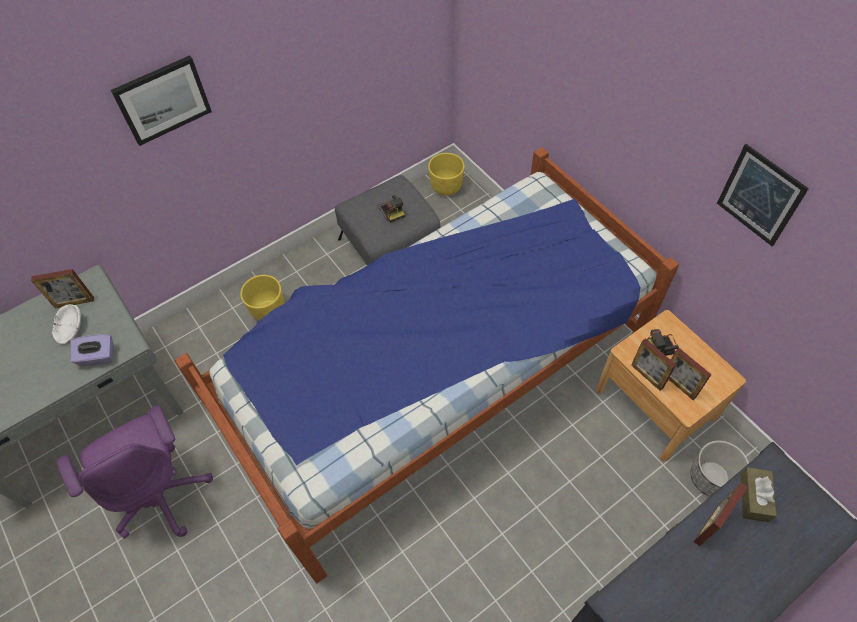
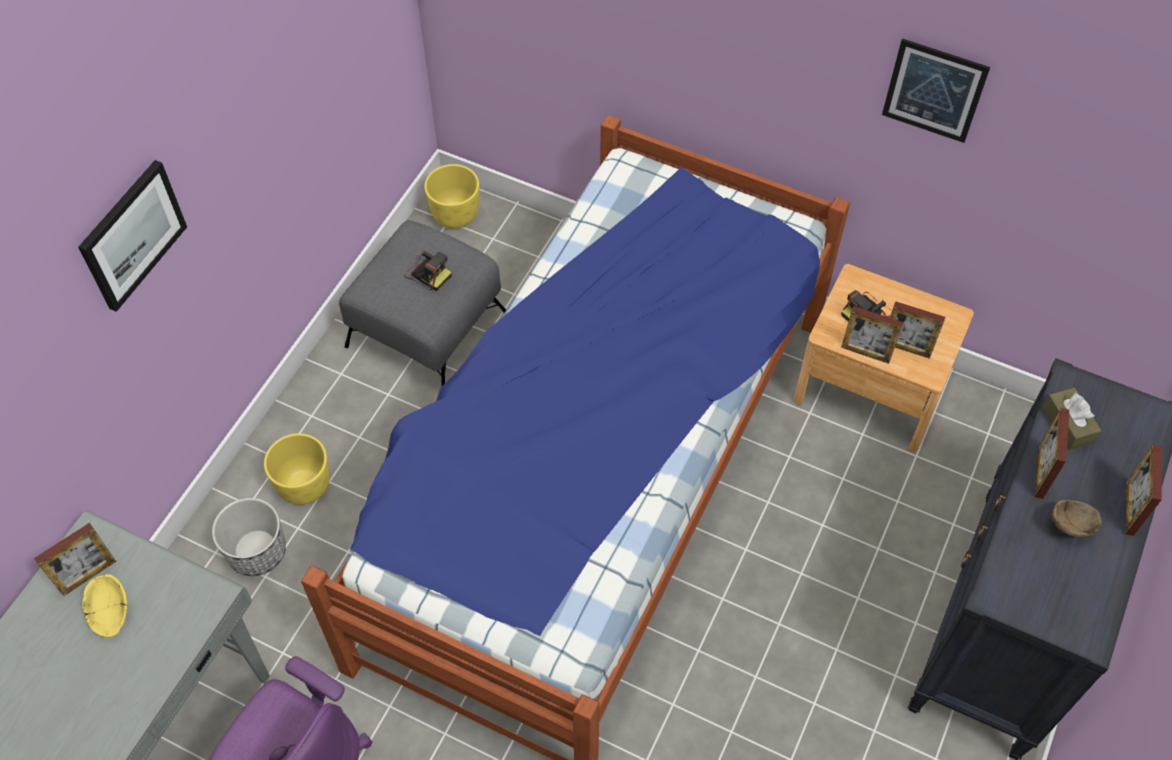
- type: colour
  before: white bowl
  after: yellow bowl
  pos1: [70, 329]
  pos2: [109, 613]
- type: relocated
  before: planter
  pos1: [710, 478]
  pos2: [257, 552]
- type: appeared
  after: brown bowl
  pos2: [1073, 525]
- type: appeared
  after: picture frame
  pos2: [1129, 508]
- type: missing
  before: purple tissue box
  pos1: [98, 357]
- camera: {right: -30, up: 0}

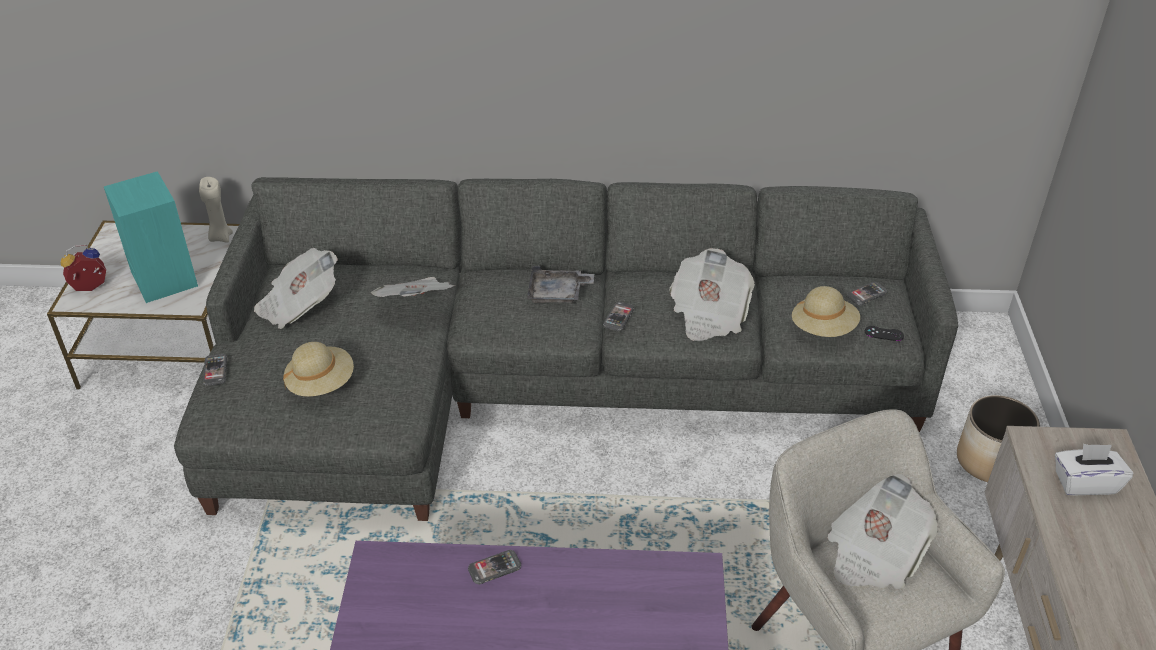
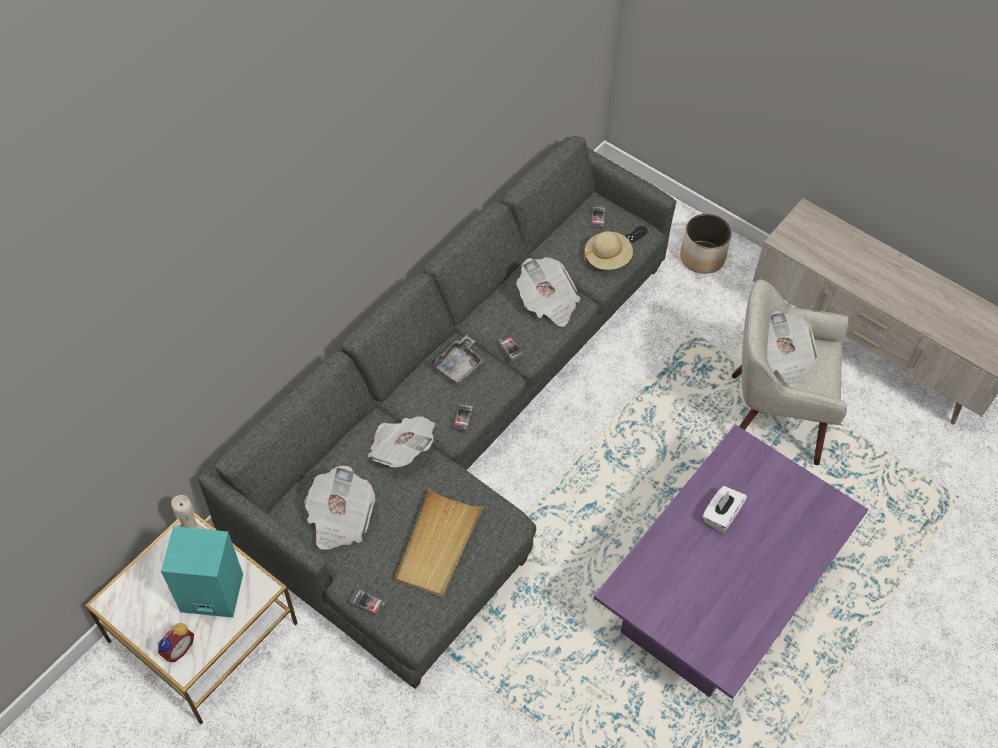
- type: spun
  before: alarm clock
  pos1: [90, 288]
  pos2: [177, 648]
  turn: -150
- type: exchanged
  before: beige hat
  after: beige tray
  pos1: [321, 383]
  pos2: [438, 545]
- type: relocated
  before: phone
  pos1: [494, 568]
  pos2: [463, 417]
- type: relocated
  before: white tissue box
  pos1: [1085, 483]
  pos2: [721, 515]
- camera: {right: -55, up: 15}

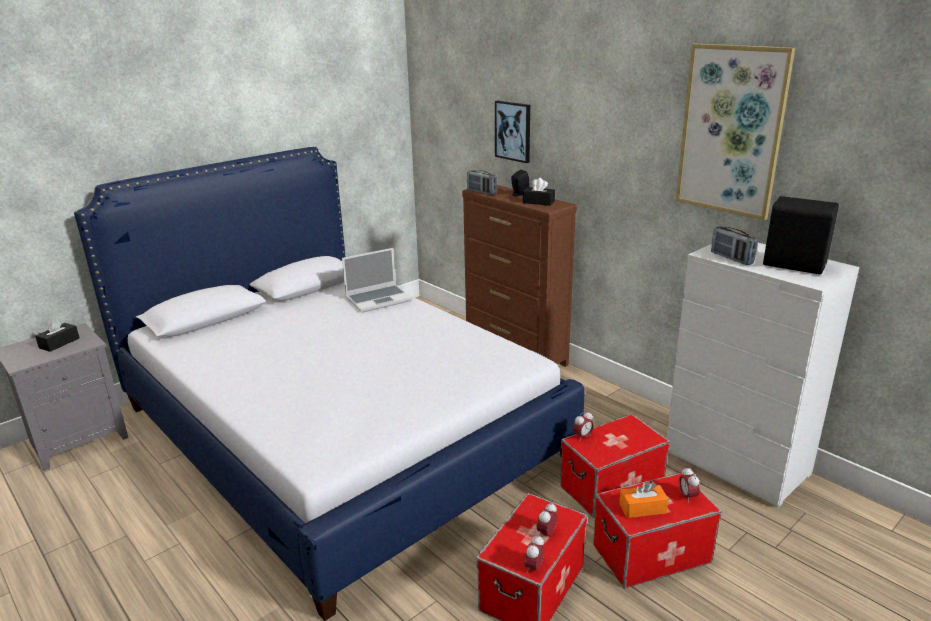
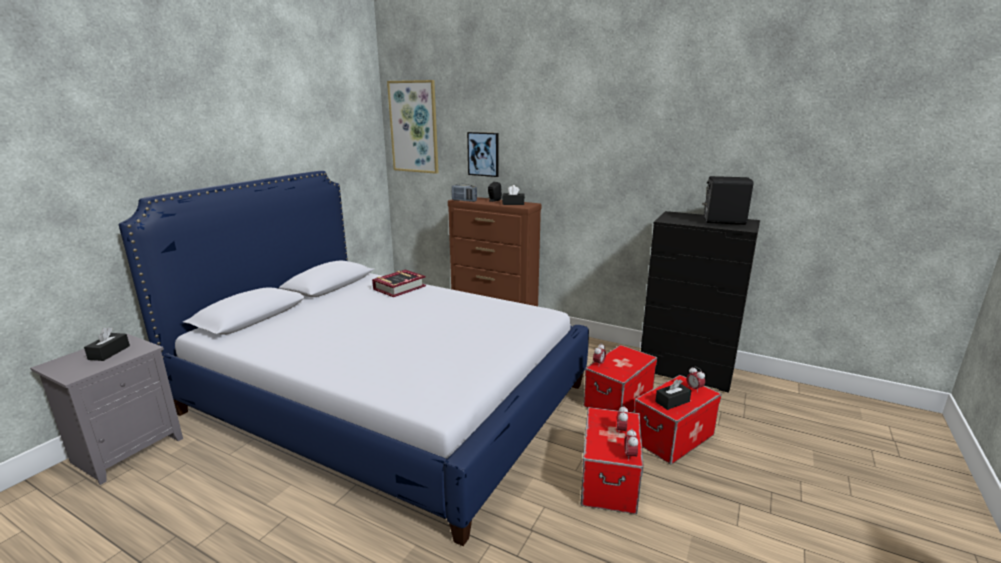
- type: exchanged
  before: laptop
  after: book
  pos1: [379, 299]
  pos2: [399, 288]
- type: relocated
  before: picture
  pos1: [731, 131]
  pos2: [414, 127]
- type: colour
  before: white dresser
  after: black dresser
  pos1: [736, 464]
  pos2: [686, 371]
- type: colour
  before: orange tissue box
  after: black tissue box
  pos1: [642, 508]
  pos2: [672, 401]
- type: missing
  before: radio
  pos1: [731, 258]
- camera: {right: -20, up: -5}

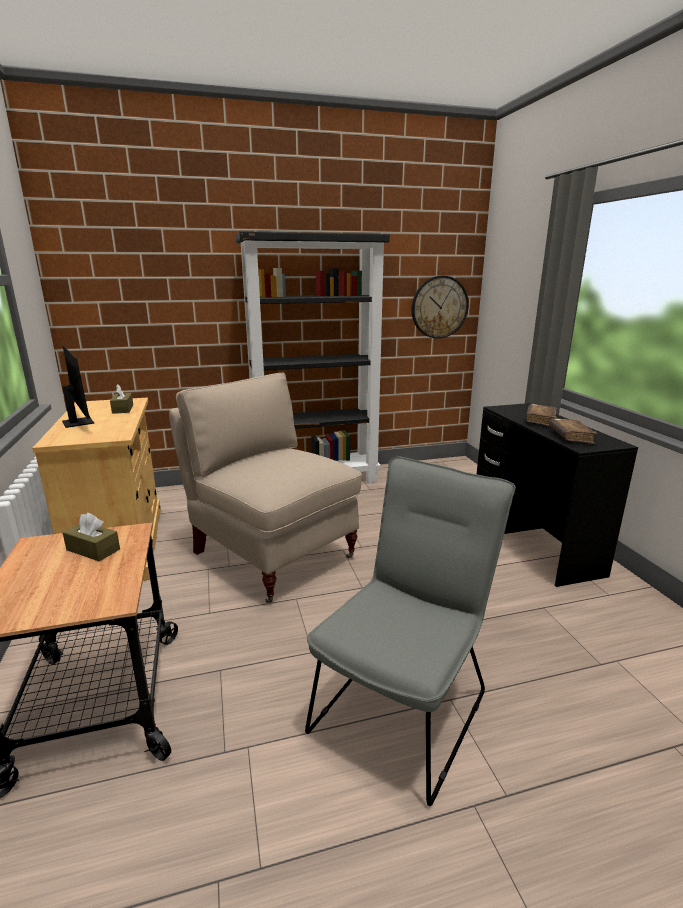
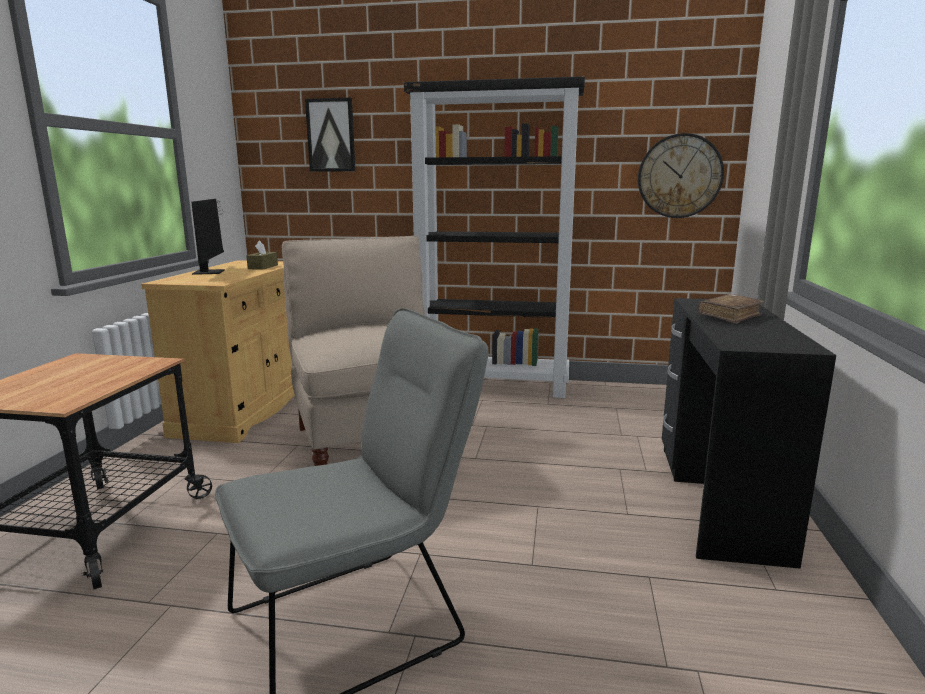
- type: appeared
  after: picture
  pos2: [331, 135]
- type: missing
  before: brown tissue box
  pos1: [93, 550]
- type: missing
  before: brown book
  pos1: [570, 437]
- camera: {right: 25, up: -5}

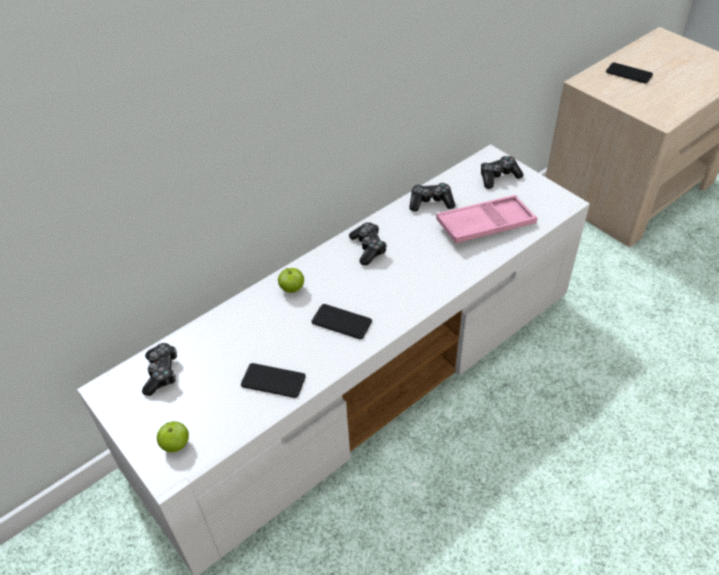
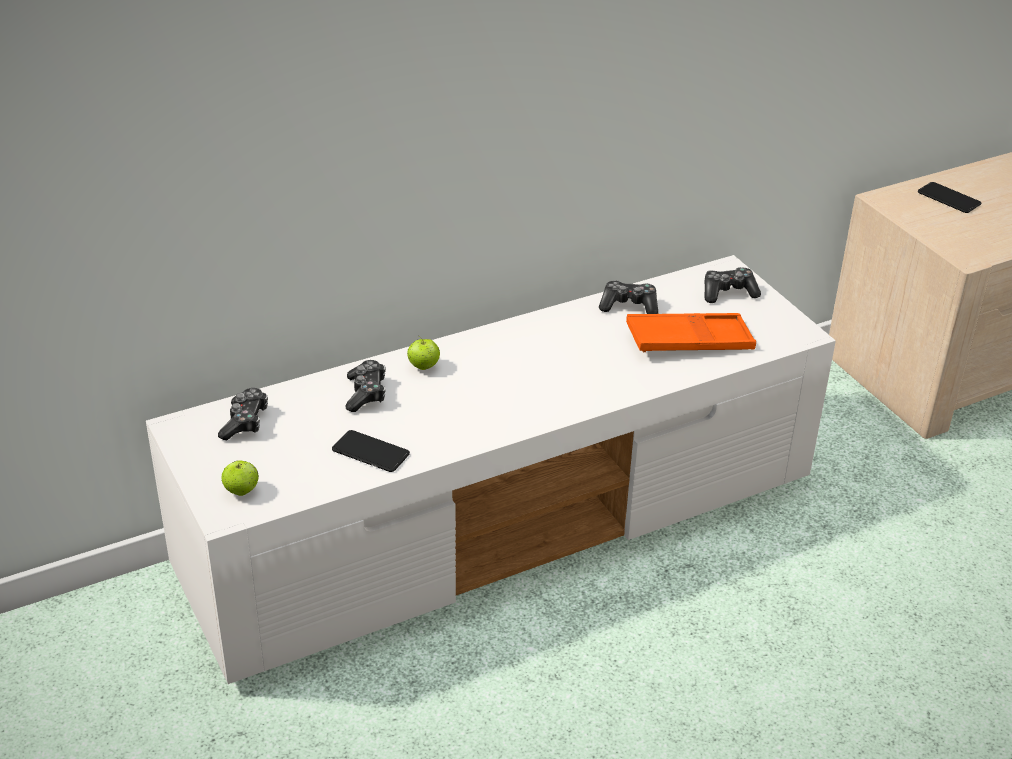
- type: relocated
  before: game controller
  pos1: [368, 248]
  pos2: [366, 393]
- type: colour
  before: pink tray
  after: orange tray
  pos1: [485, 224]
  pos2: [689, 341]
- type: missing
  before: phone
  pos1: [341, 322]
- camera: {right: 10, up: -10}

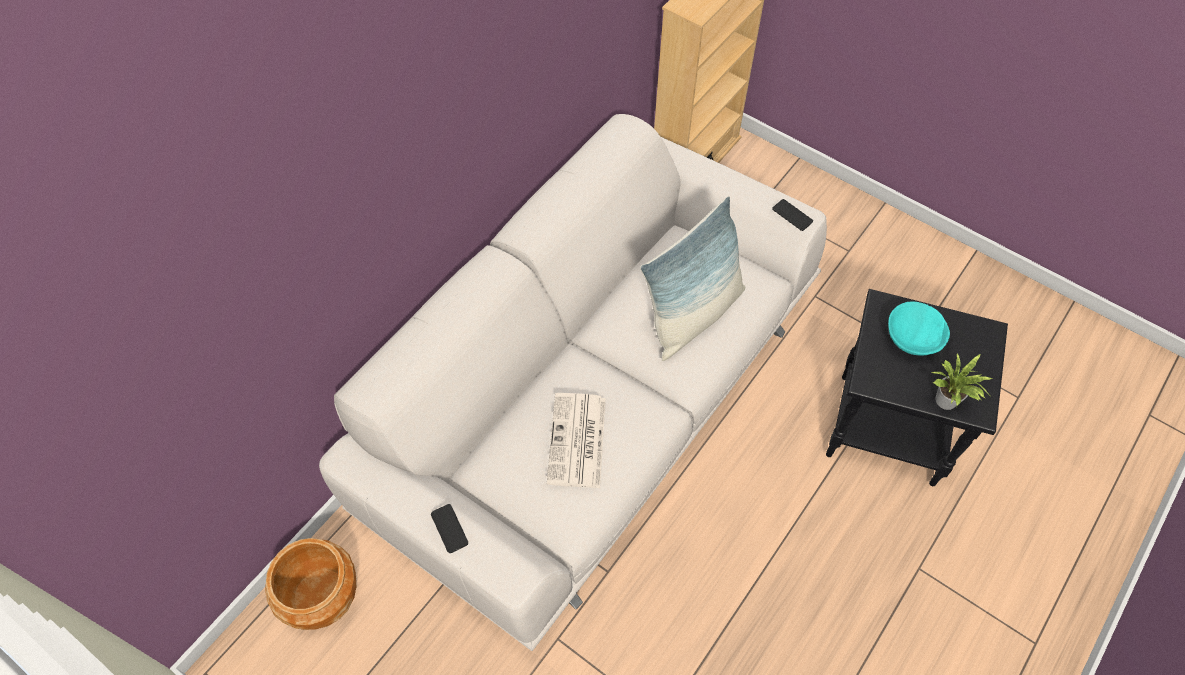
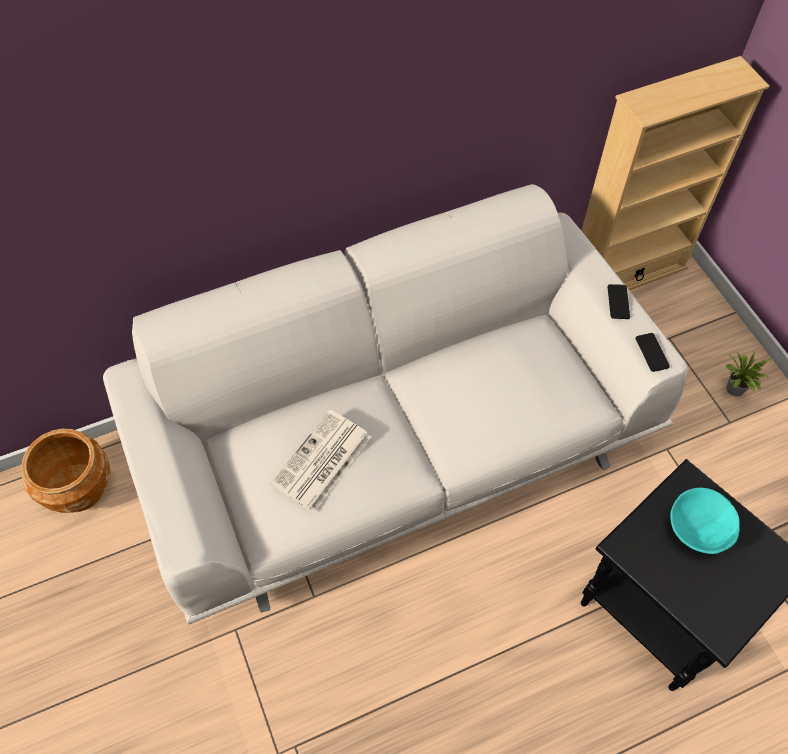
- type: relocated
  before: phone
  pos1: [449, 528]
  pos2: [618, 302]
- type: relocated
  before: potted plant
  pos1: [947, 403]
  pos2: [734, 391]
- type: missing
  before: pillow
  pos1: [693, 315]
- camera: {right: 30, up: 0}

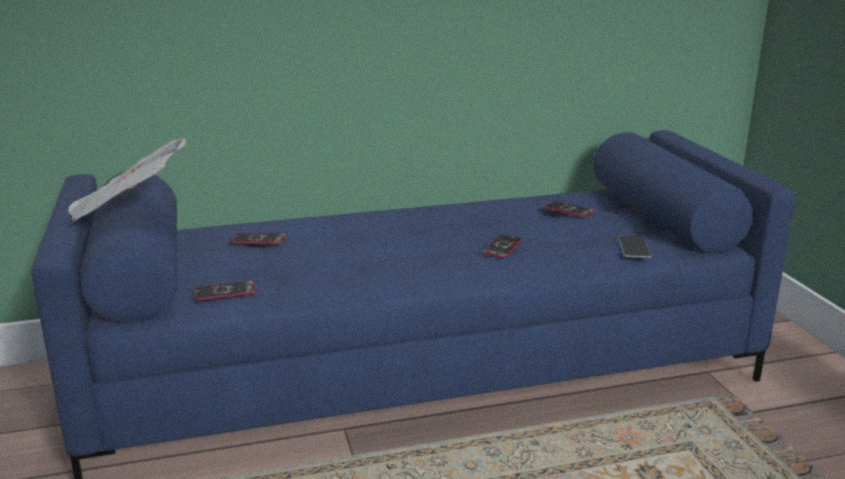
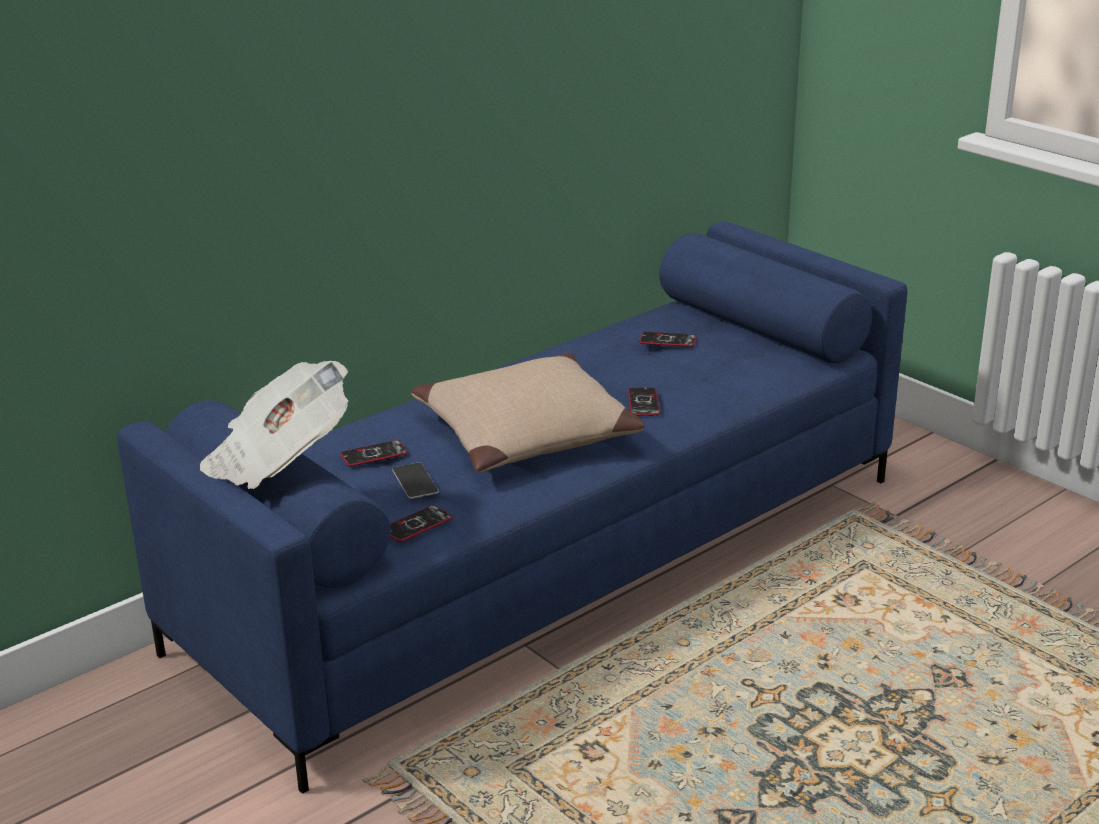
- type: relocated
  before: phone
  pos1: [634, 247]
  pos2: [415, 481]
- type: appeared
  after: beige pillow
  pos2: [528, 434]
- camera: {right: -25, up: 5}

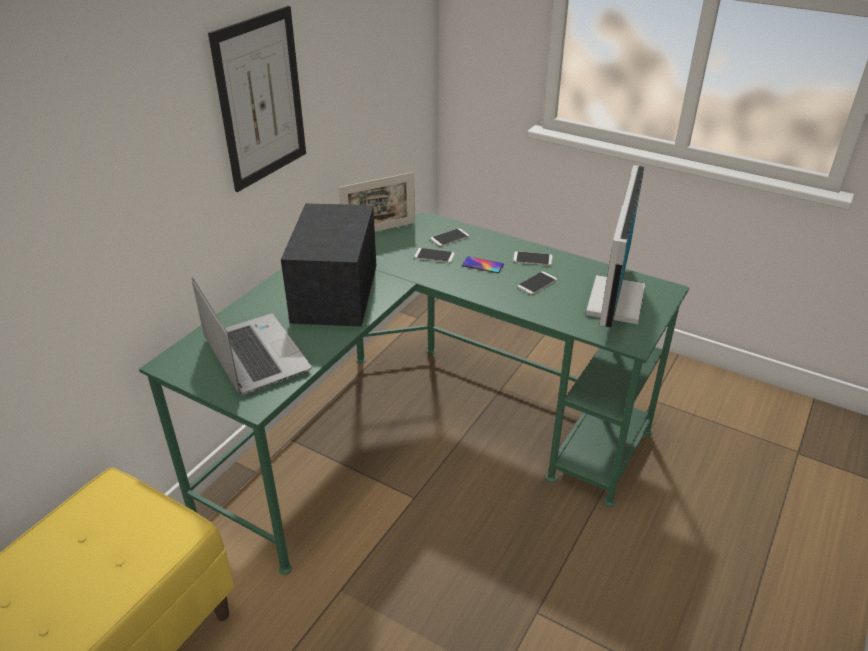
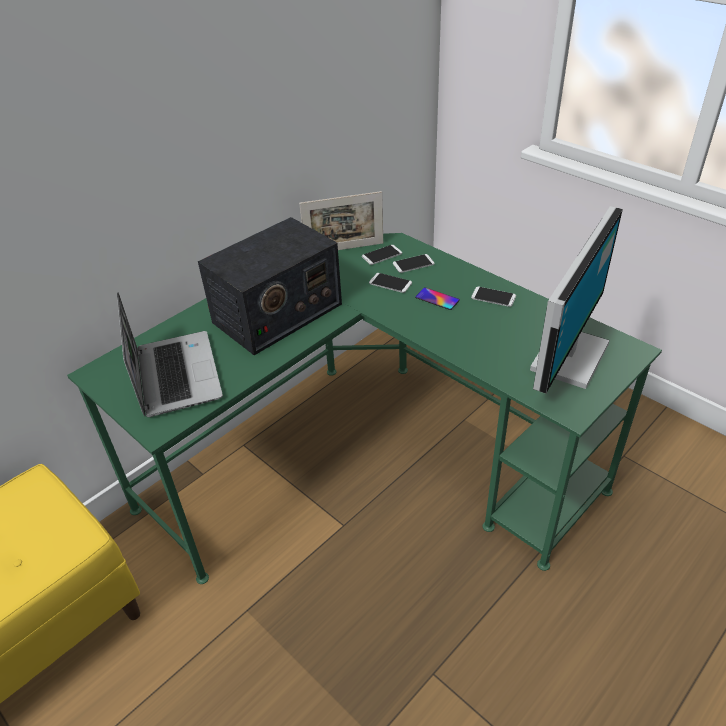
- type: spun
  before: radio
  pos1: [335, 292]
  pos2: [277, 314]
  turn: -150
- type: relocated
  before: phone
  pos1: [537, 283]
  pos2: [382, 255]
- type: missing
  before: picture
  pos1: [261, 99]
- camera: {right: 15, up: 5}

